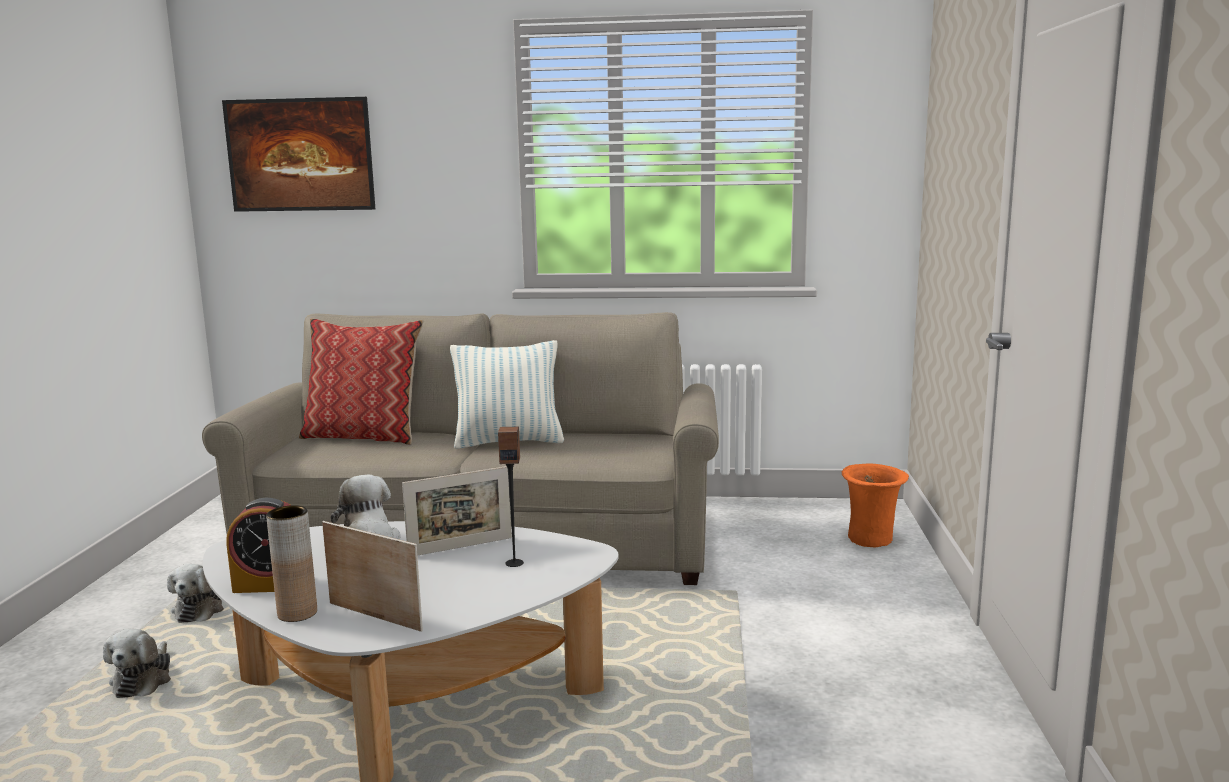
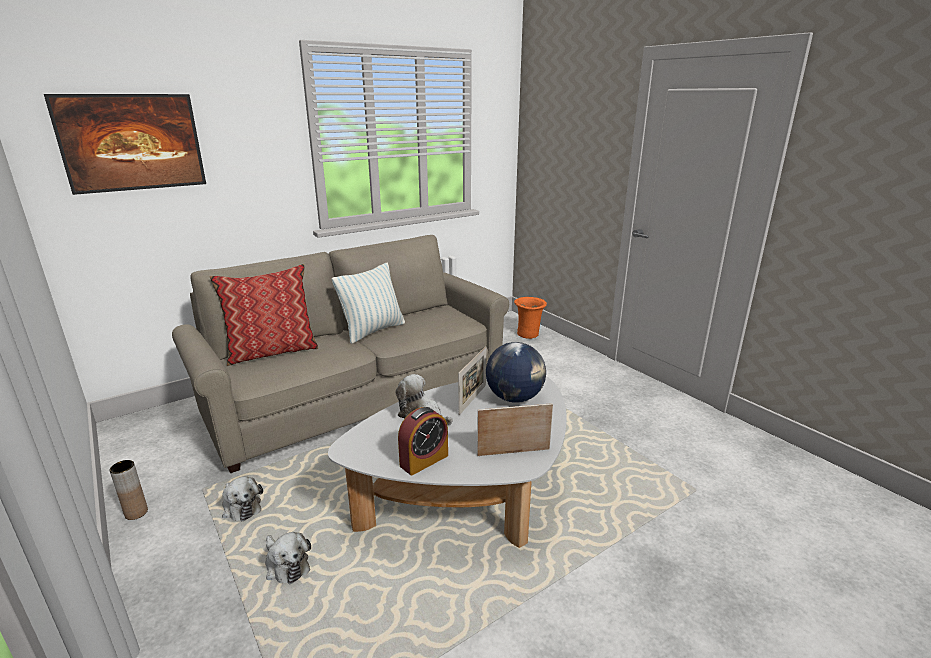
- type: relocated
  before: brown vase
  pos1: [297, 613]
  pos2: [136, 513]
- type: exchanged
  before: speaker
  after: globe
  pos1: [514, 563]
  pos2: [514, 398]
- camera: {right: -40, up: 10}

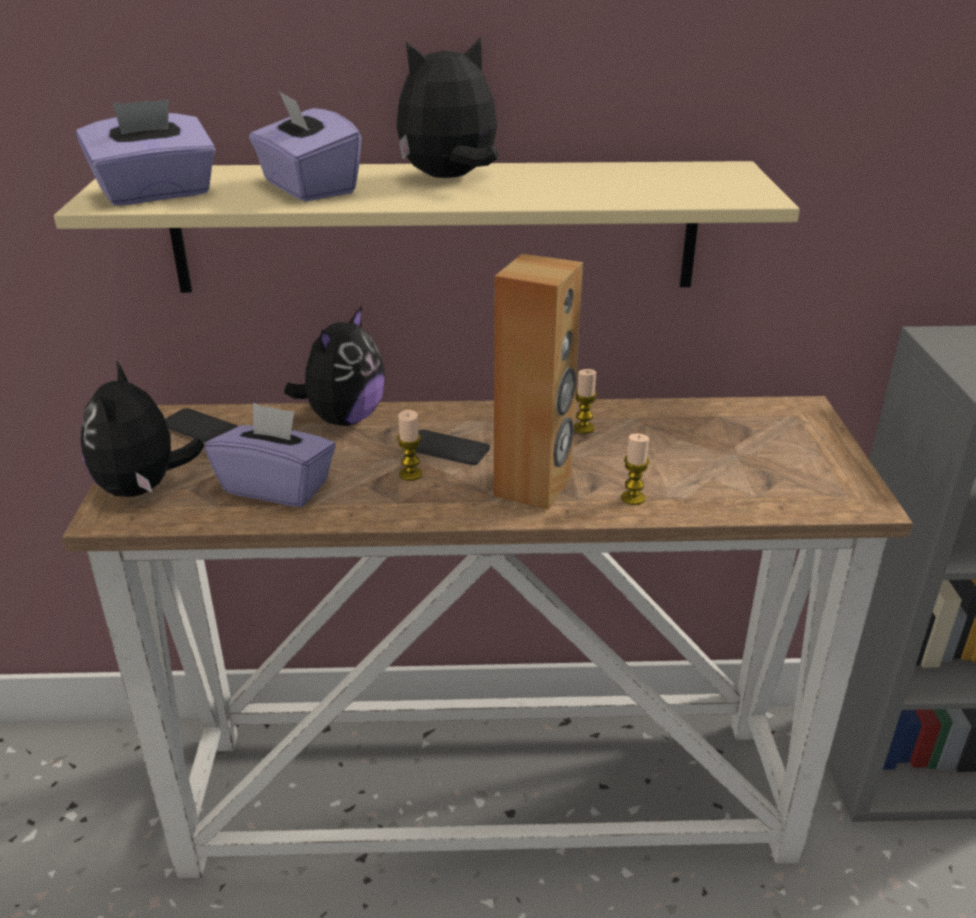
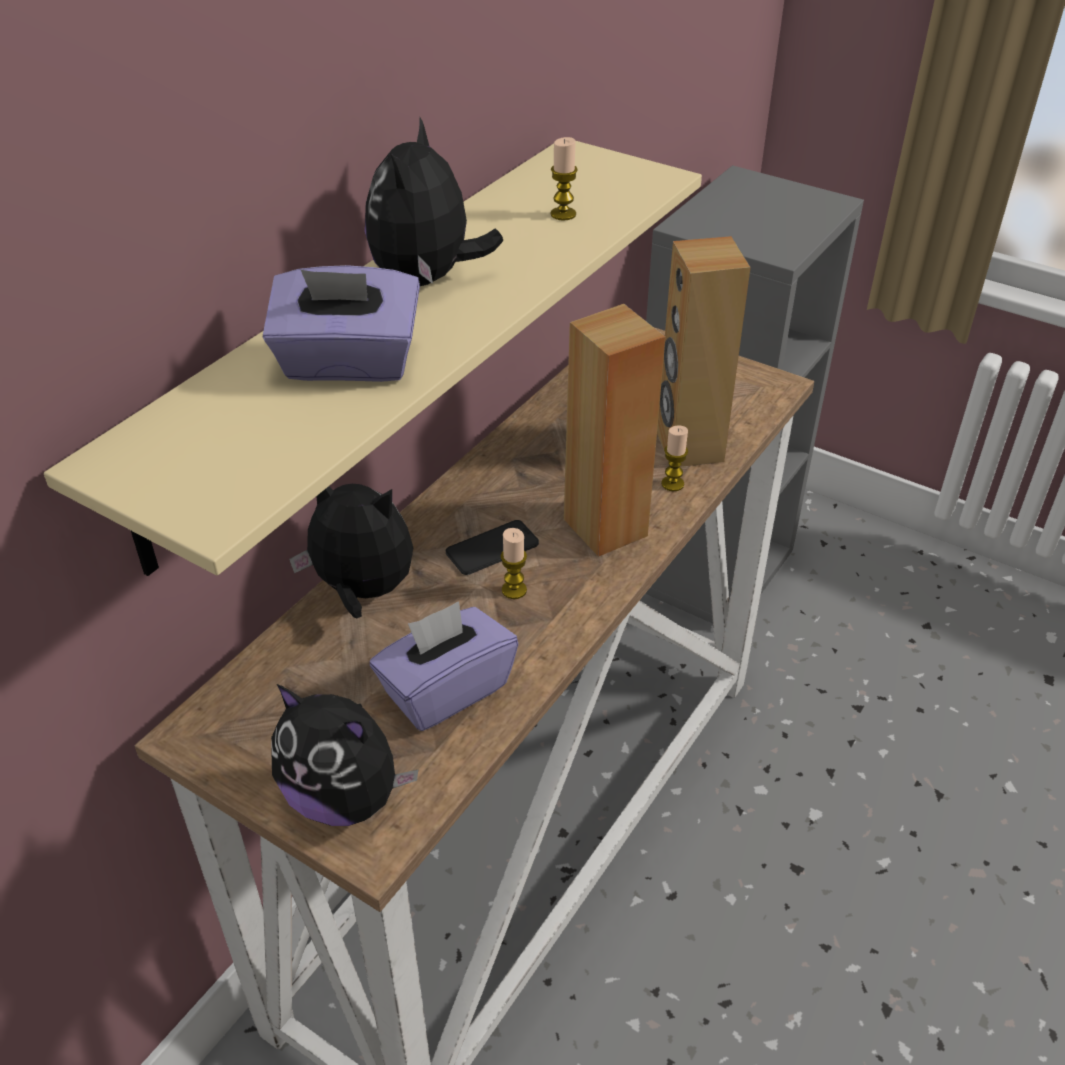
- type: spun
  before: plush toy
  pos1: [344, 419]
  pos2: [362, 591]
  turn: -45
- type: relocated
  before: candle
  pos1: [583, 428]
  pos2: [563, 214]
- type: appeared
  after: brown speaker
  pos2: [688, 446]
- type: missing
  before: purple tissue box
  pos1: [156, 194]
- type: missing
  before: phone
  pos1: [200, 427]
- camera: {right: -55, up: 10}

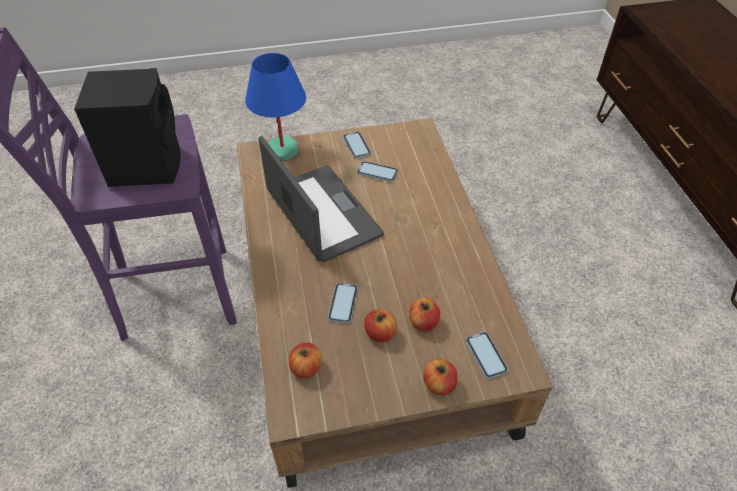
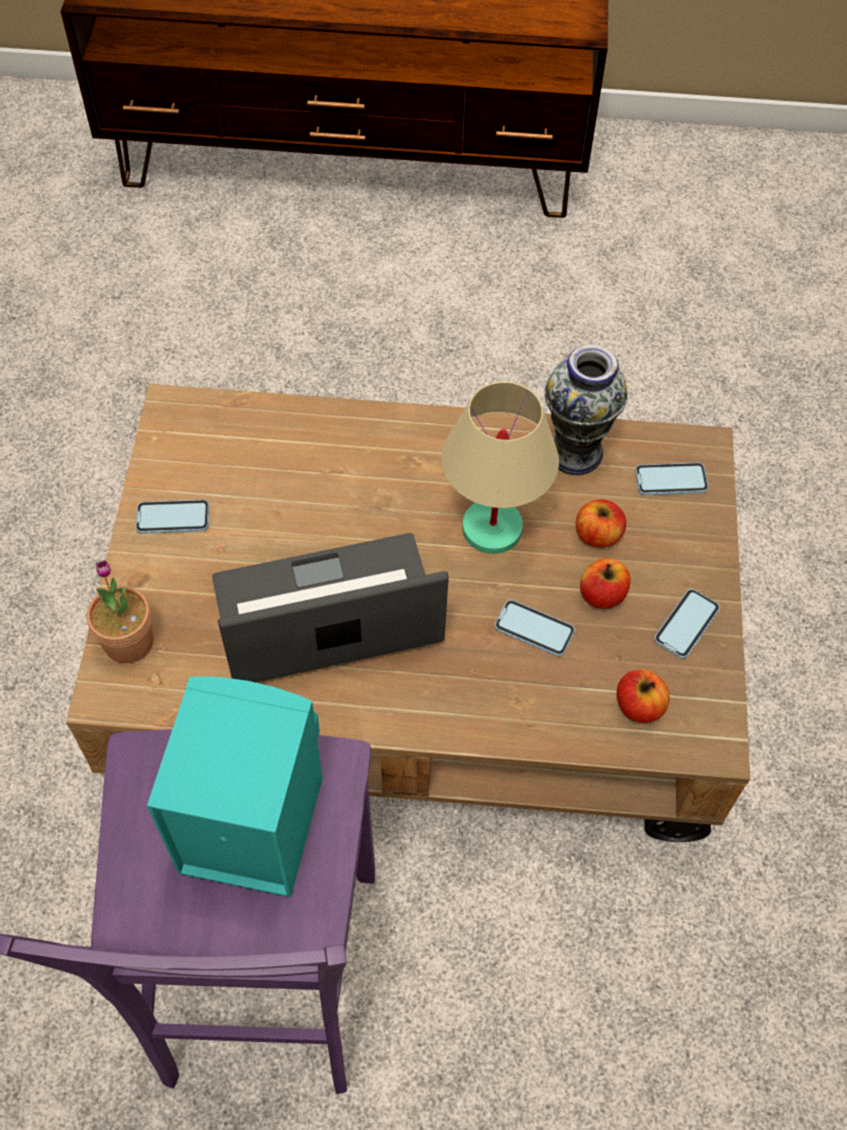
- type: exchanged
  before: blue table lamp
  after: potted plant
  pos1: [283, 150]
  pos2: [129, 641]
- type: colour
  before: black speaker
  after: turquoise speaker
  pos1: [147, 164]
  pos2: [247, 822]
- type: appeared
  after: beige table lamp
  pos2: [491, 530]
- type: appeared
  after: vase
  pos2: [576, 452]
- type: relocated
  before: phone
  pos1: [377, 172]
  pos2: [686, 625]
- type: missing
  before: apple
  pos1: [439, 384]
- camera: {right: -75, up: 10}

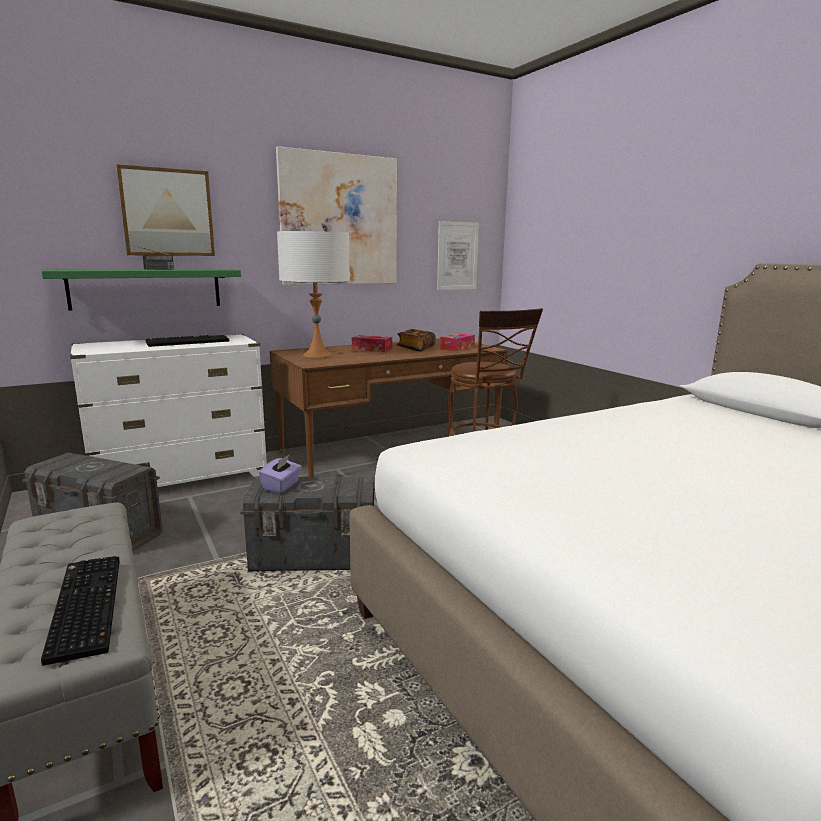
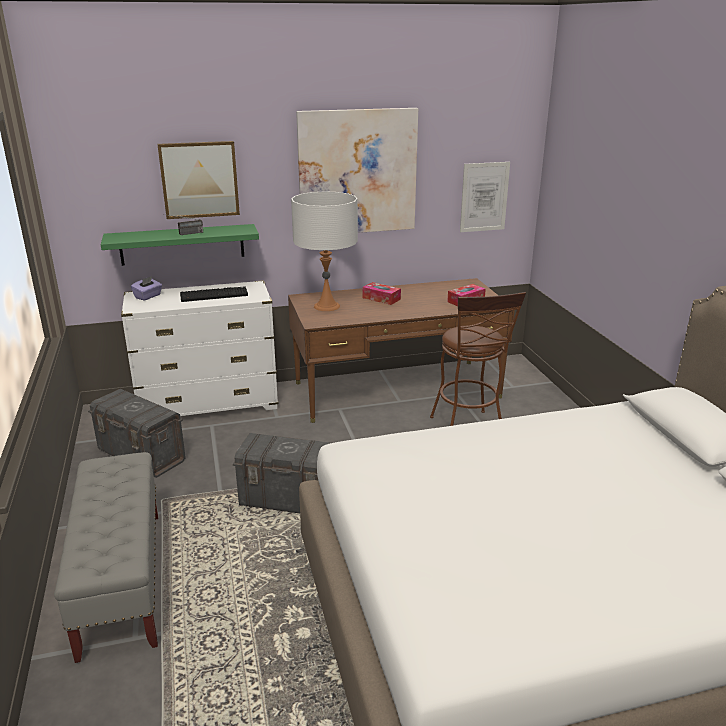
- type: relocated
  before: purple tissue box
  pos1: [282, 486]
  pos2: [148, 296]
- type: missing
  before: keyboard
  pos1: [83, 606]
- type: missing
  before: book
  pos1: [416, 348]
- camera: {right: 15, up: 10}

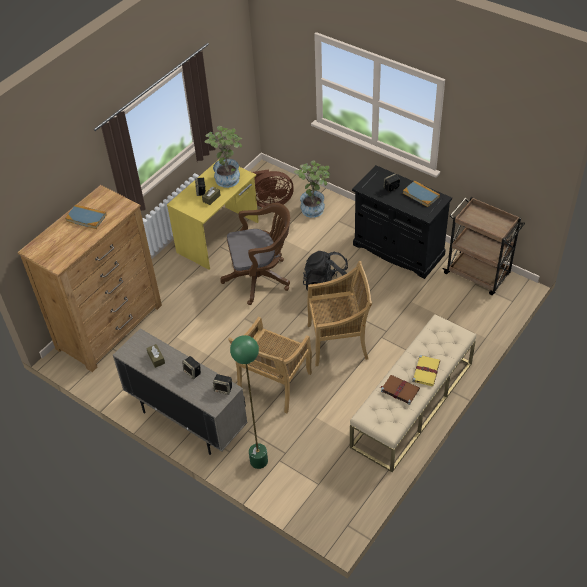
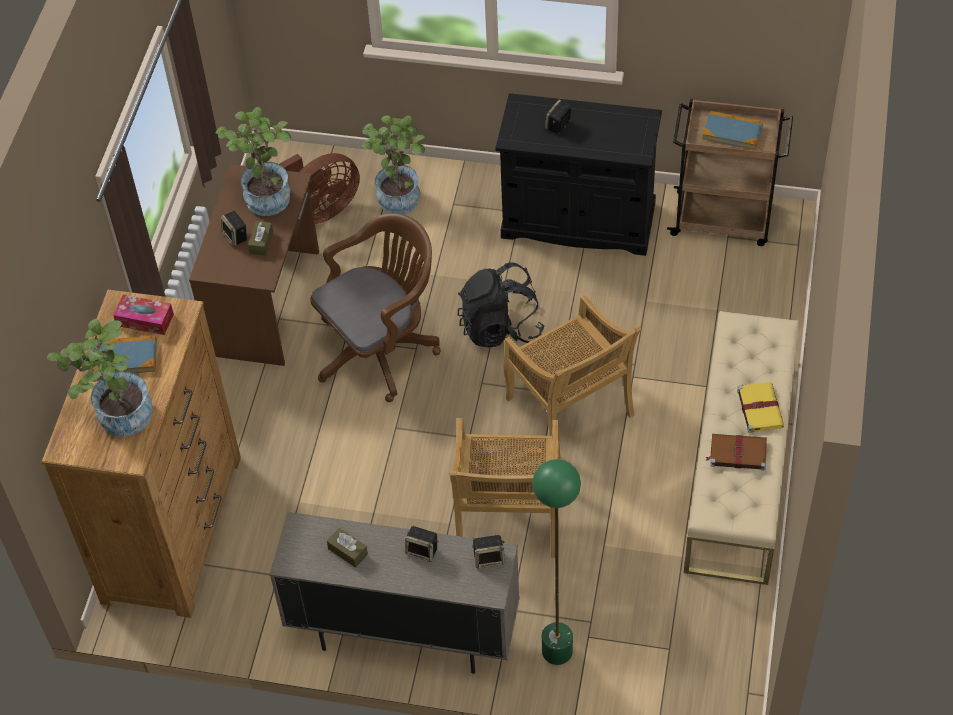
- type: appeared
  after: potted plant
  pos2: [117, 416]
- type: appeared
  after: tissue box
  pos2: [145, 320]
- type: colour
  before: yellow desk
  after: brown desk
  pos1: [219, 237]
  pos2: [267, 302]
- type: spun
  before: beige chair
  pos1: [339, 341]
  pos2: [570, 409]
  turn: 90
- type: relocated
  before: book
  pos1: [421, 195]
  pos2: [732, 132]
- camera: {right: -25, up: 5}

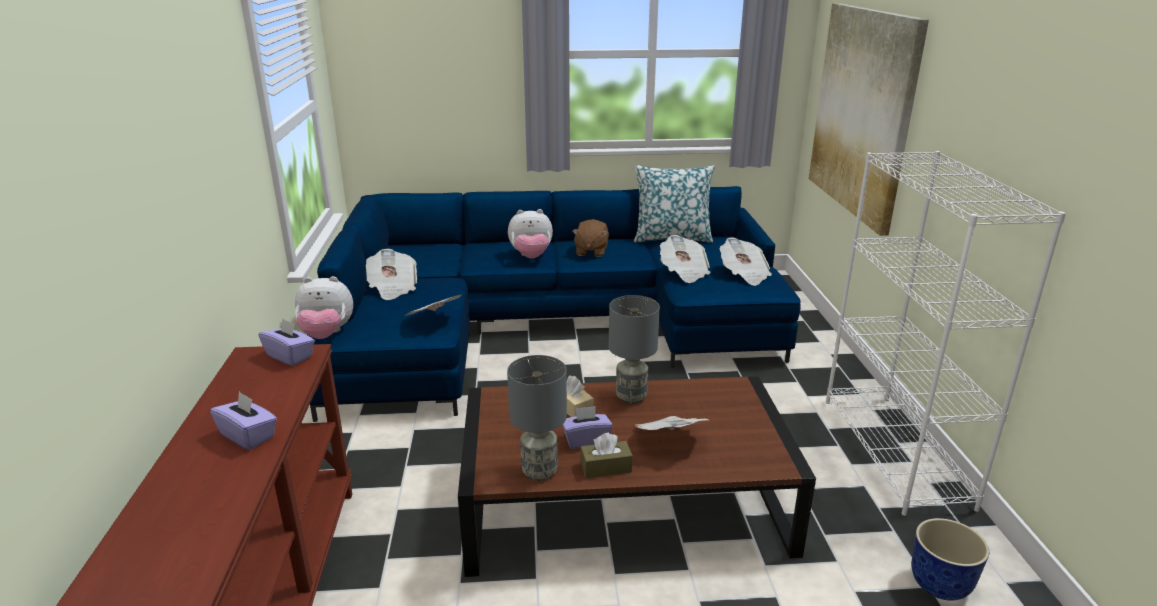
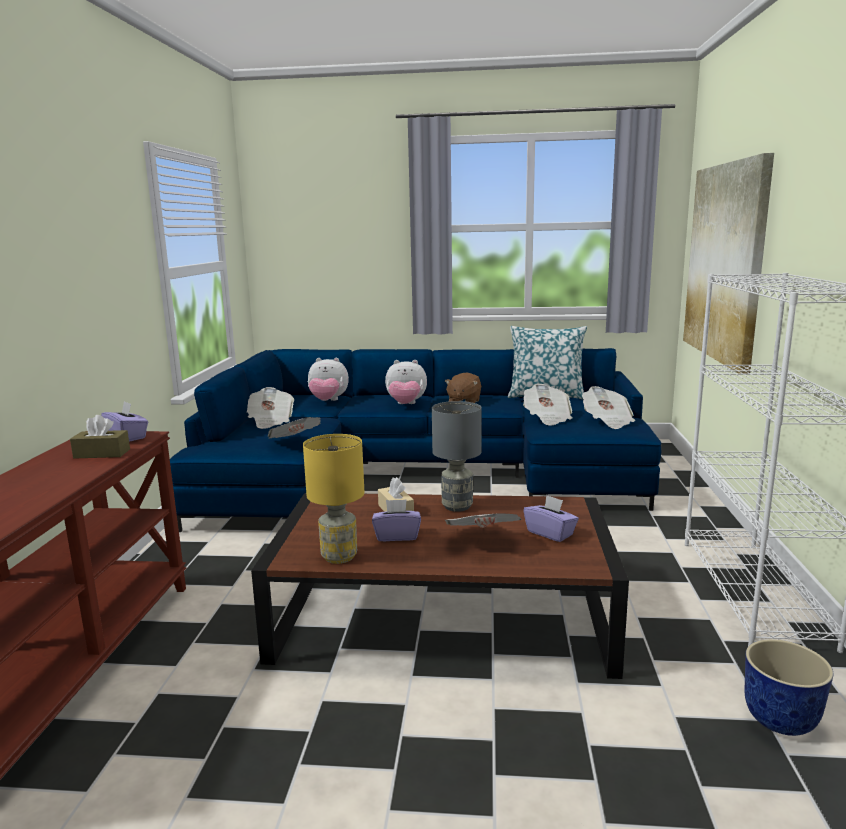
- type: relocated
  before: brown tissue box
  pos1: [606, 467]
  pos2: [102, 453]
- type: colour
  before: grey table lamp
  after: yellow table lamp
  pos1: [539, 472]
  pos2: [338, 557]
- type: relocated
  before: plush toy
  pos1: [326, 334]
  pos2: [328, 401]
- type: relocated
  before: purple tissue box
  pos1: [248, 436]
  pos2: [550, 533]
- camera: {right: 10, up: -10}

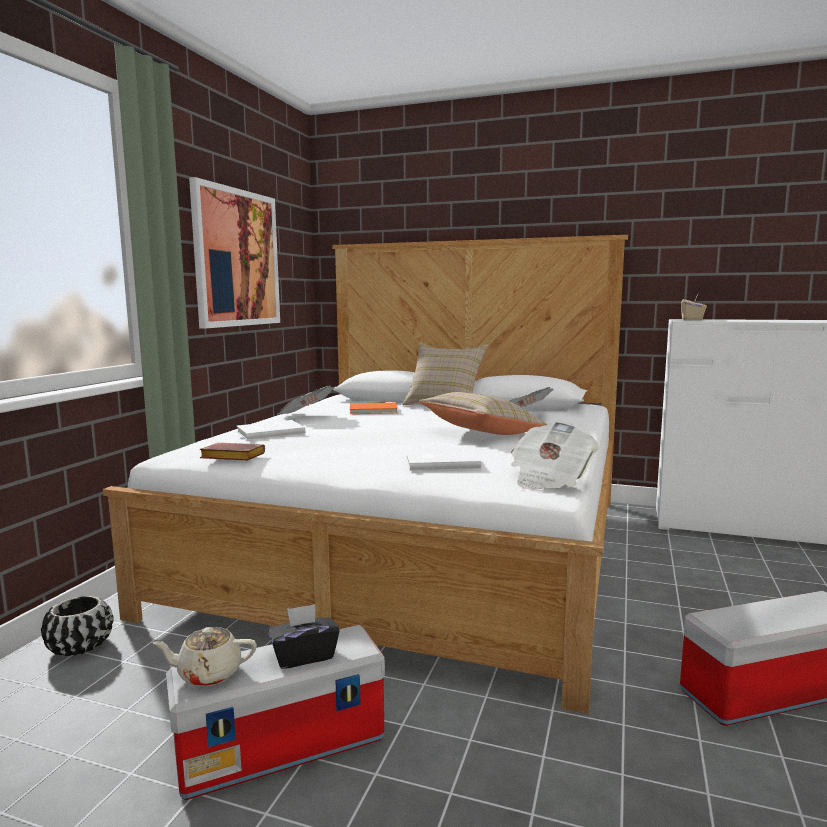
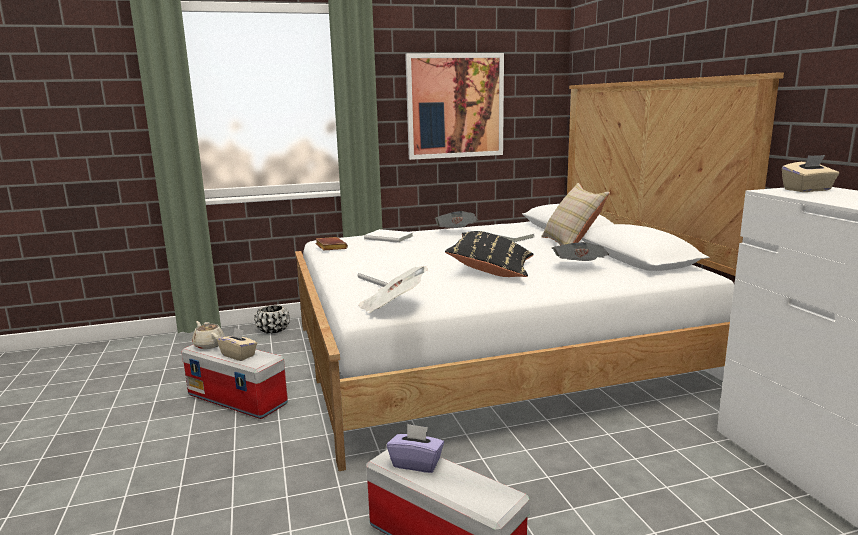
- type: colour
  before: black tissue box
  after: beige tissue box
  pos1: [304, 656]
  pos2: [239, 355]
- type: appeared
  after: purple tissue box
  pos2: [416, 463]
- type: colour
  before: beige pillow
  after: black pillow
  pos1: [482, 433]
  pos2: [491, 270]
- type: colour
  before: orange book
  after: white book
  pos1: [374, 410]
  pos2: [509, 237]
- camera: {right: 55, up: 5}

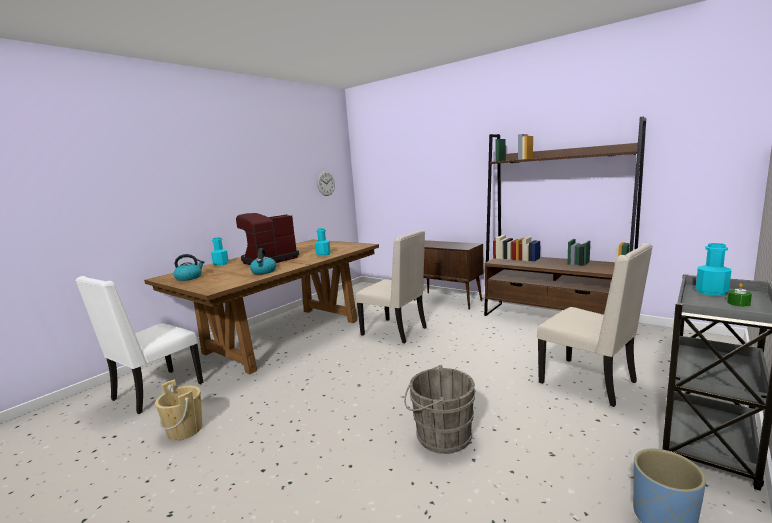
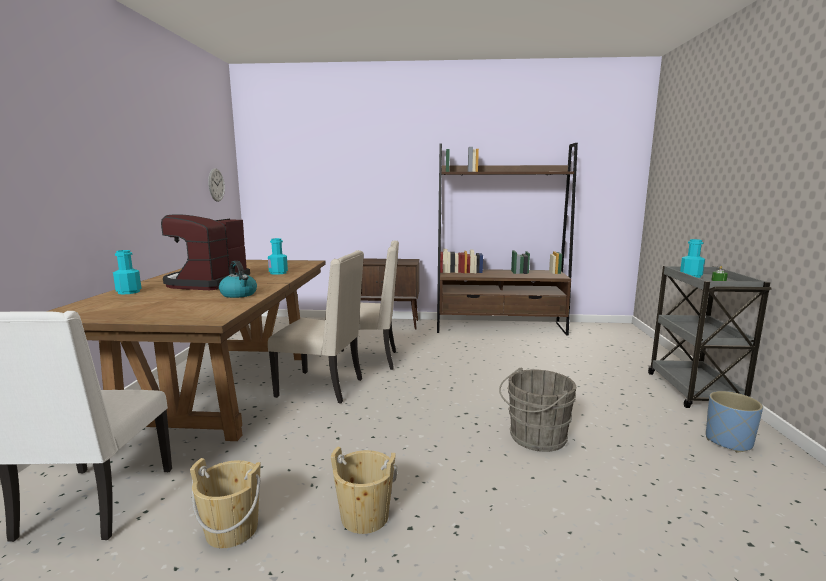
- type: relocated
  before: beige chair
  pos1: [590, 382]
  pos2: [322, 387]
- type: appeared
  after: beige bucket
  pos2: [365, 517]
- type: missing
  before: kettle
  pos1: [189, 278]
- camera: {right: -35, up: 0}

